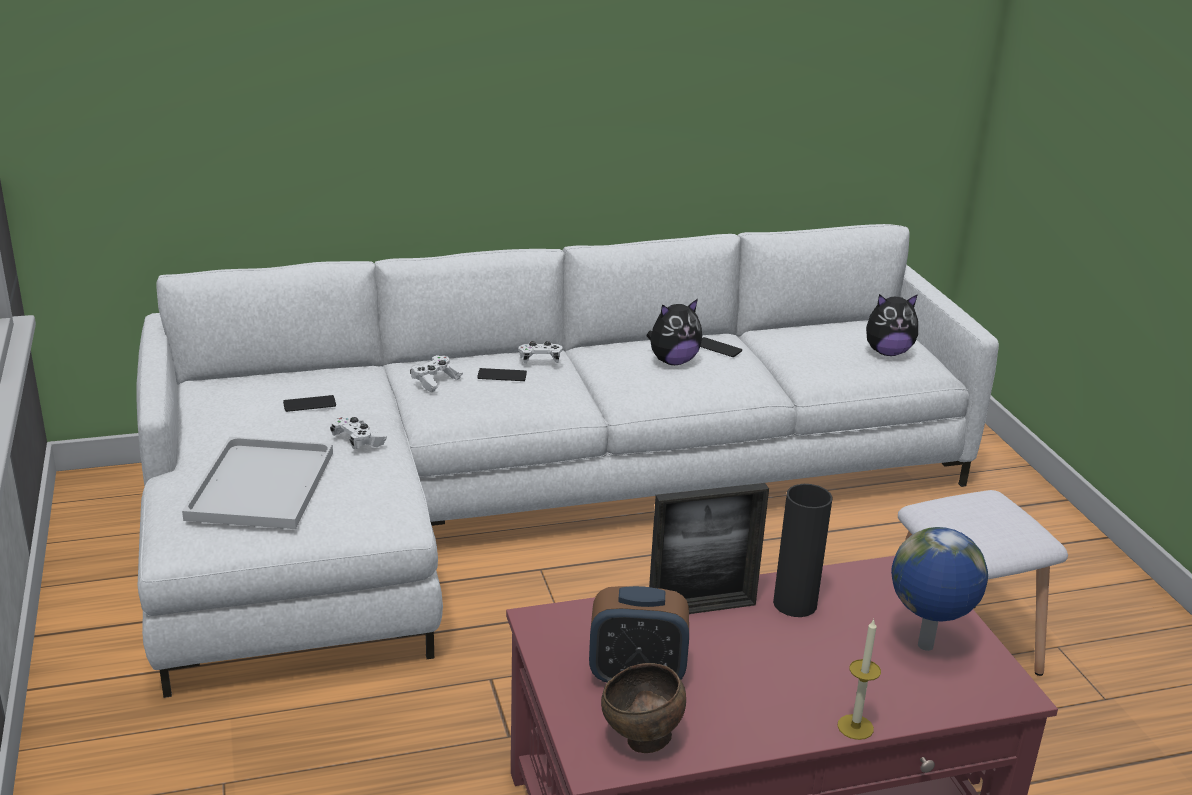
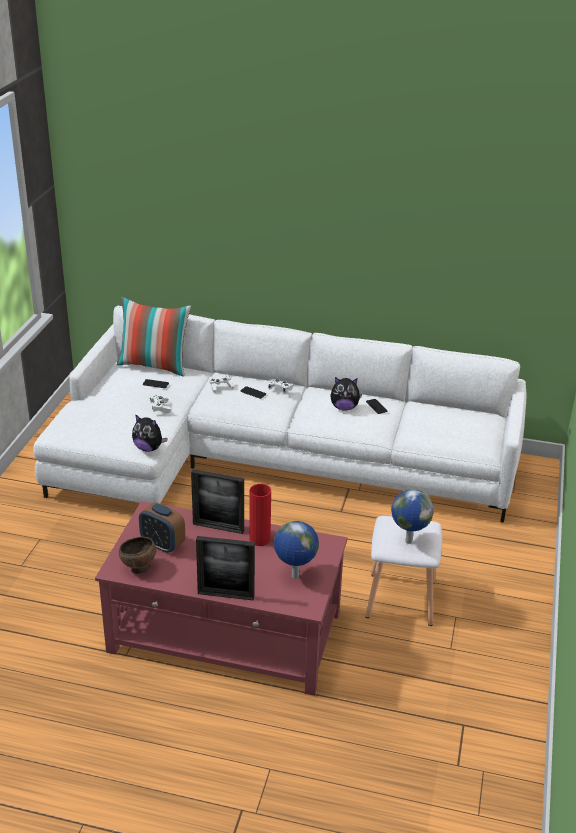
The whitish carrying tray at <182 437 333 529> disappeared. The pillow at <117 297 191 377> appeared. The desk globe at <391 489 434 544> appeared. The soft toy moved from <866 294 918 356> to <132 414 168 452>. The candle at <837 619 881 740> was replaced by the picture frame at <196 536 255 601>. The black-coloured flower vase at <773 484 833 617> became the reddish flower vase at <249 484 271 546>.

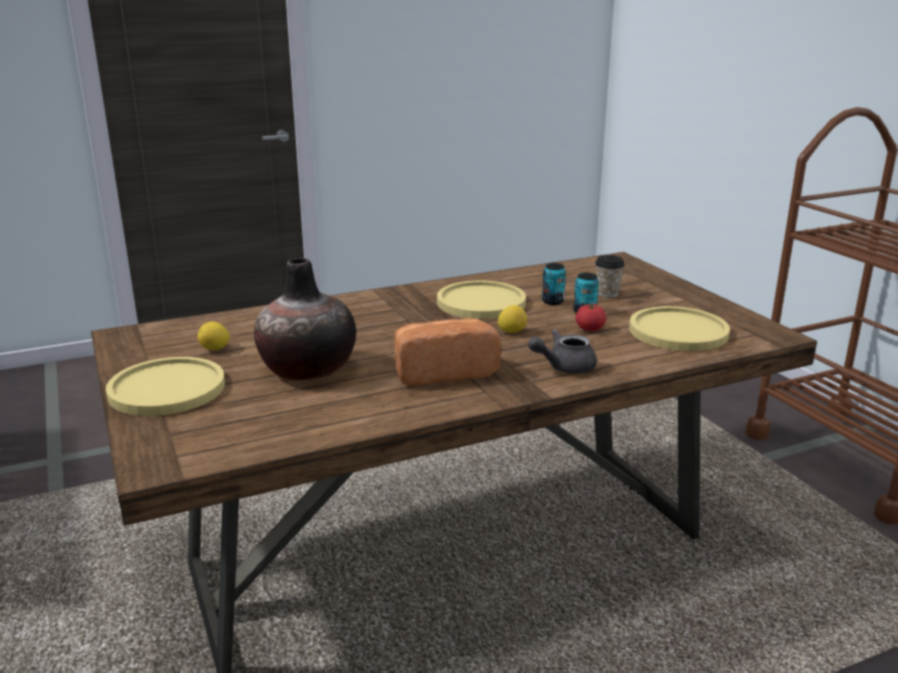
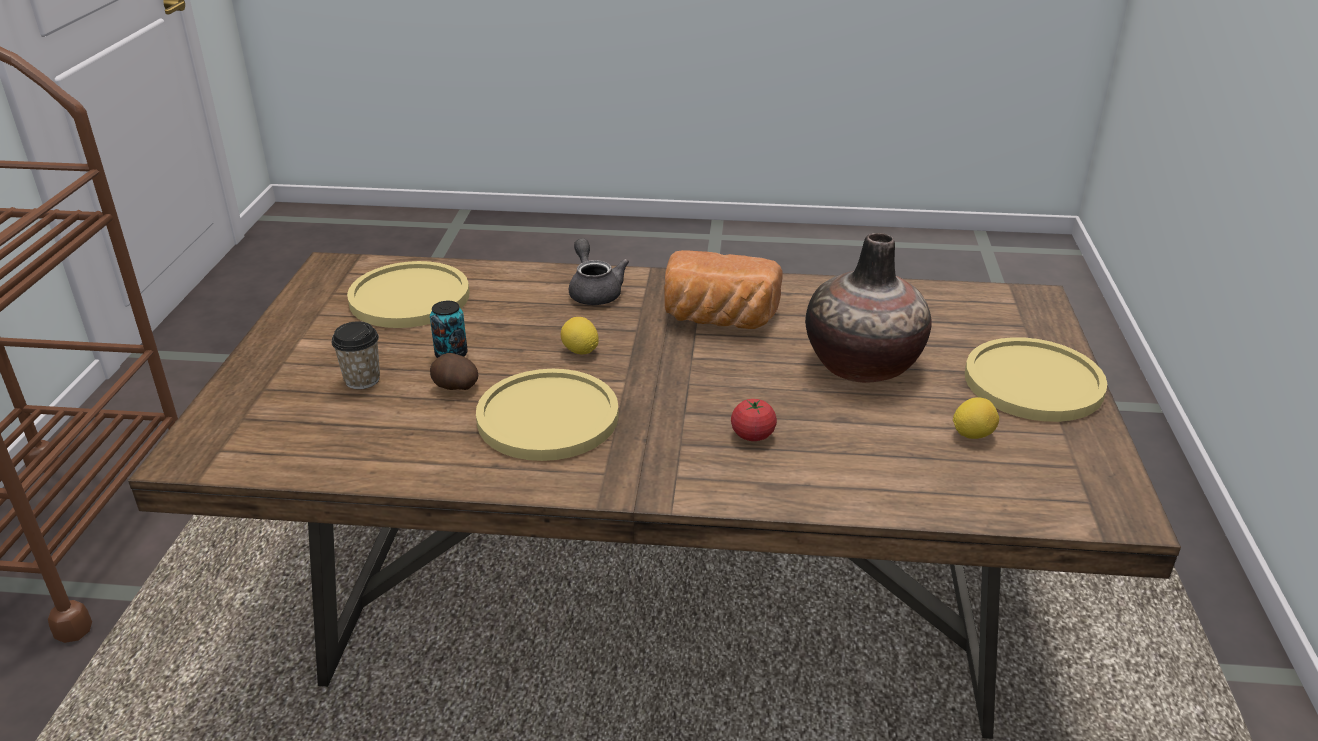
The tomato moved from <576 303 606 331> to <731 399 777 441>. The can at <542 263 566 305> was replaced by the spud at <430 353 478 390>. The gray pot for tea at <528 329 597 373> turned 120 degrees counterclockwise.

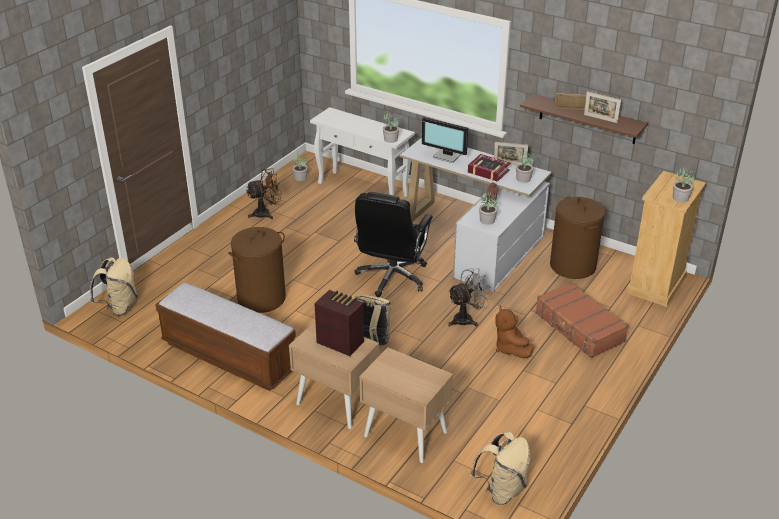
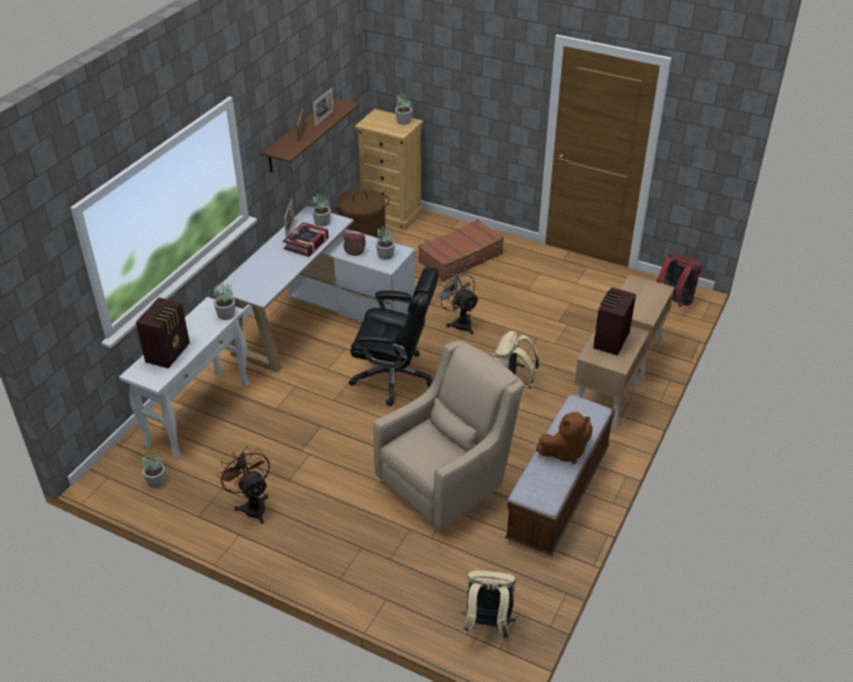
The computer screen at <422 117 468 163> disappeared. The radio receiver at <136 297 190 369> appeared. The brownish soft toy moved from <495 306 534 358> to <536 412 593 464>. The brownish washing basket at <228 227 286 313> was replaced by the beige lounge chair at <373 340 524 529>. The beige backpack at <471 432 530 505> became the reddish backpack at <656 253 702 307>.

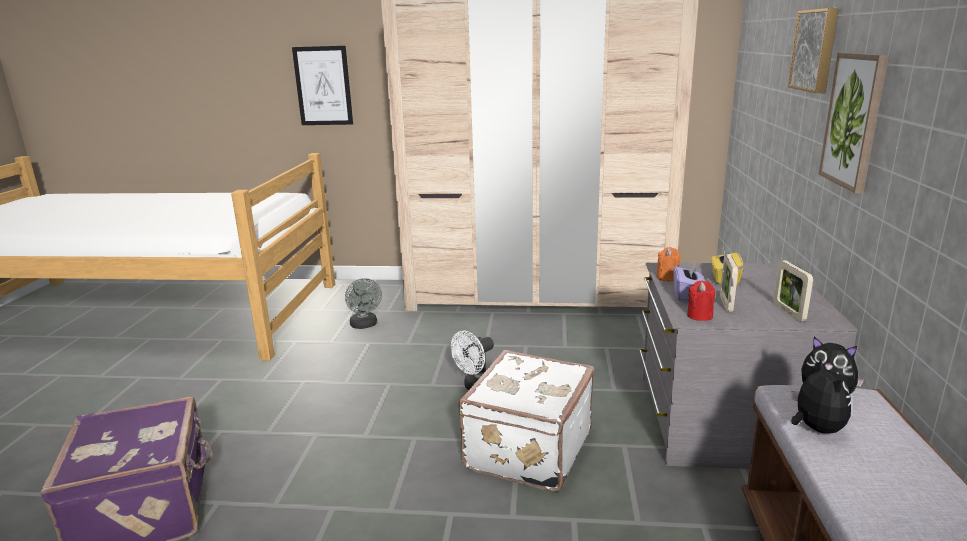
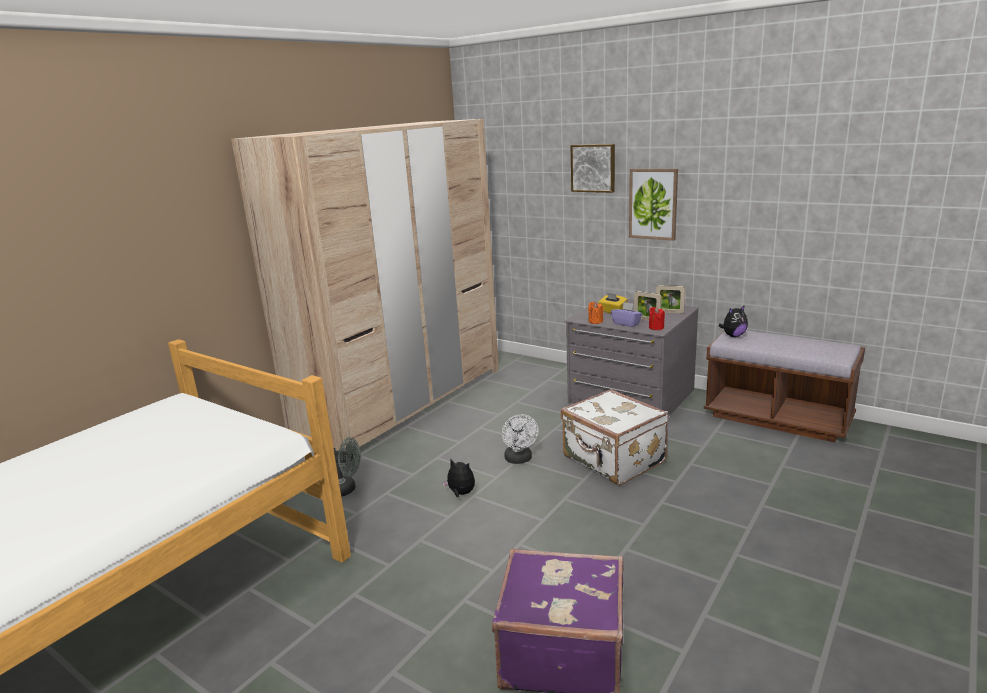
The picture at <292 46 353 125> disappeared. The soft toy moved from <791 358 851 434> to <442 459 475 497>.

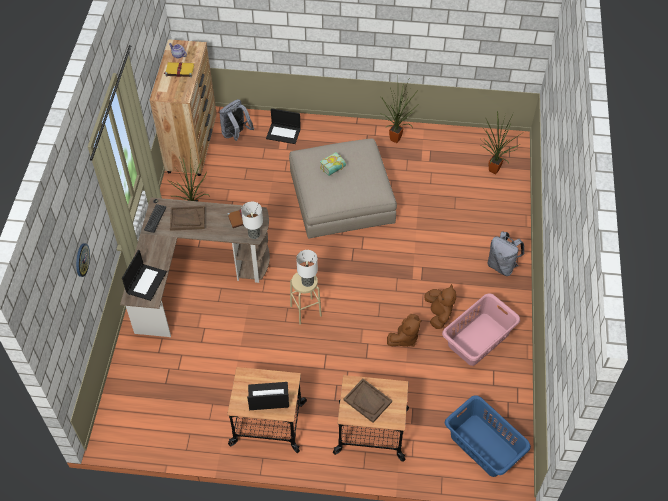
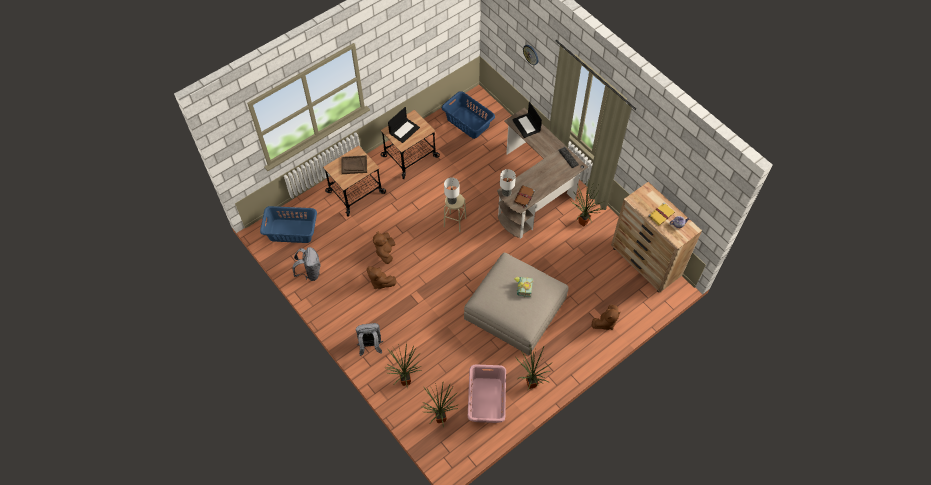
The brownish carrying tray at <170 206 205 231> disappeared. The plant in a pot at <385 343 421 389> appeared. The blue washing basket at <442 91 495 139> appeared. The gray backpack moved from <219 99 254 141> to <292 247 320 281>. The pink-coloured washing basket moved from <442 293 520 366> to <468 364 506 423>. The portable computer at <266 108 301 144> was replaced by the brownish soft toy at <592 304 621 330>.

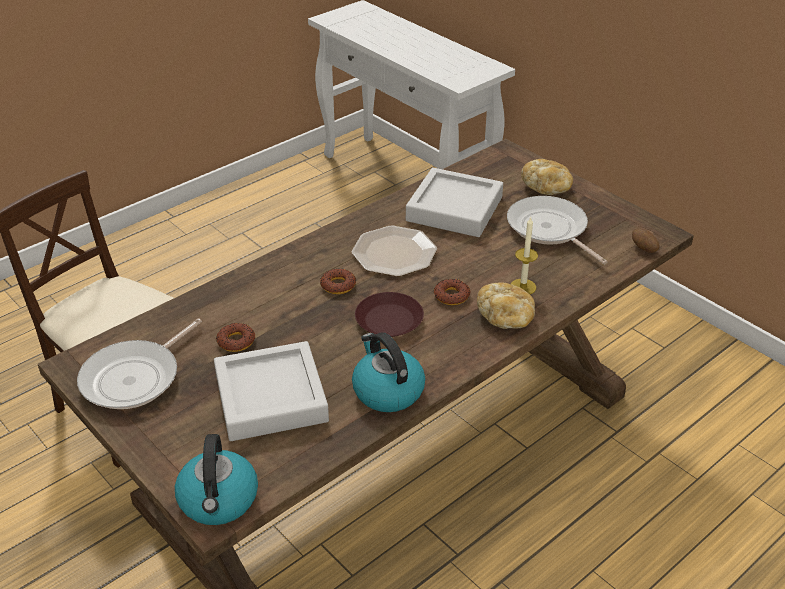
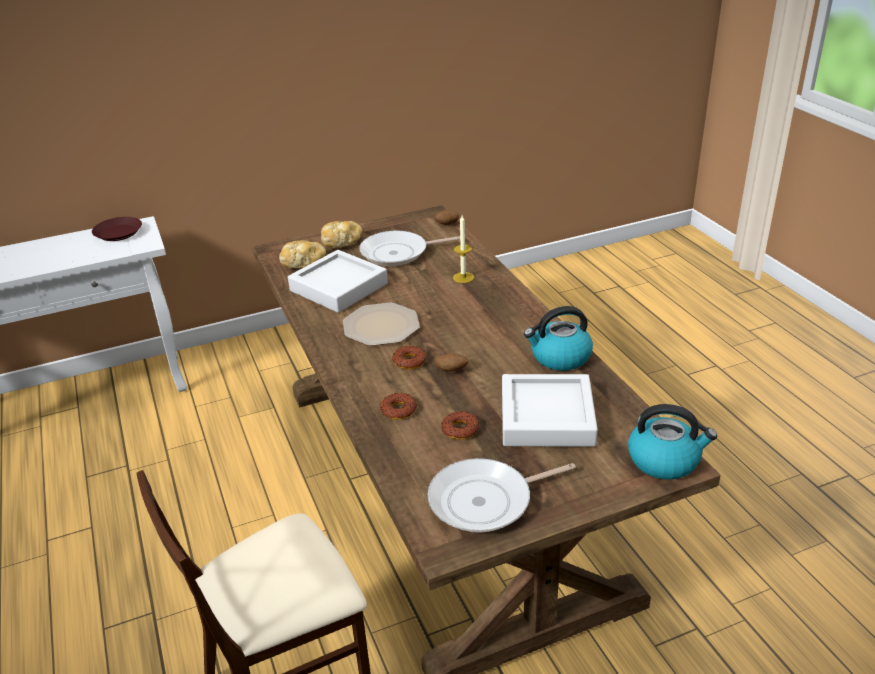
The spud at <434 353 468 371> appeared. The brownish dinner plate moved from <355 292 424 337> to <92 217 142 241>. The doughnut moved from <434 279 470 305> to <380 393 417 420>. The bakery bread moved from <477 282 535 329> to <279 240 326 269>. The skillet at <77 319 202 409> turned 105 degrees clockwise.

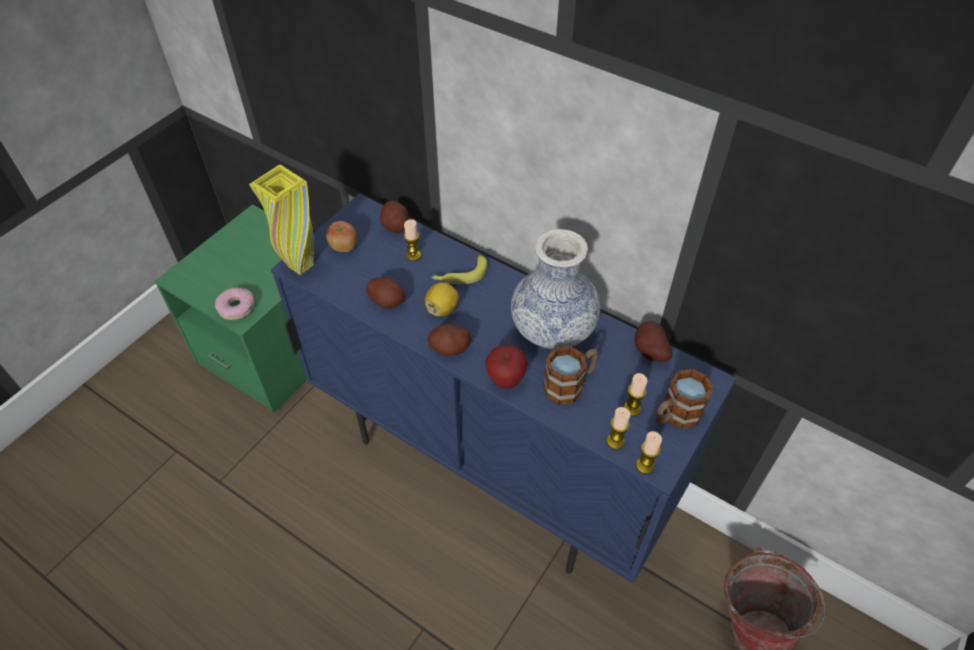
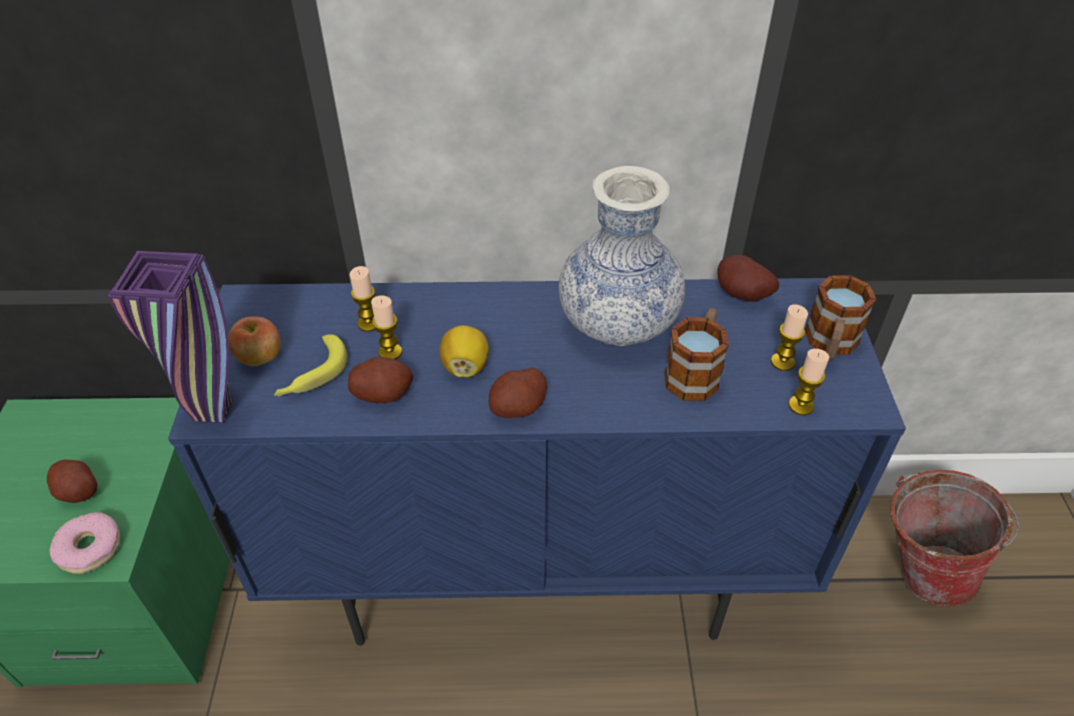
The apple at <485 345 528 389> disappeared. The spud moved from <380 201 408 233> to <47 460 98 503>. The banana fruit moved from <432 255 487 284> to <274 334 348 396>. The candle moved from <636 431 662 474> to <371 296 402 359>. The yellow-coloured flower vase at <249 164 314 275> became the purple flower vase at <108 251 233 423>.

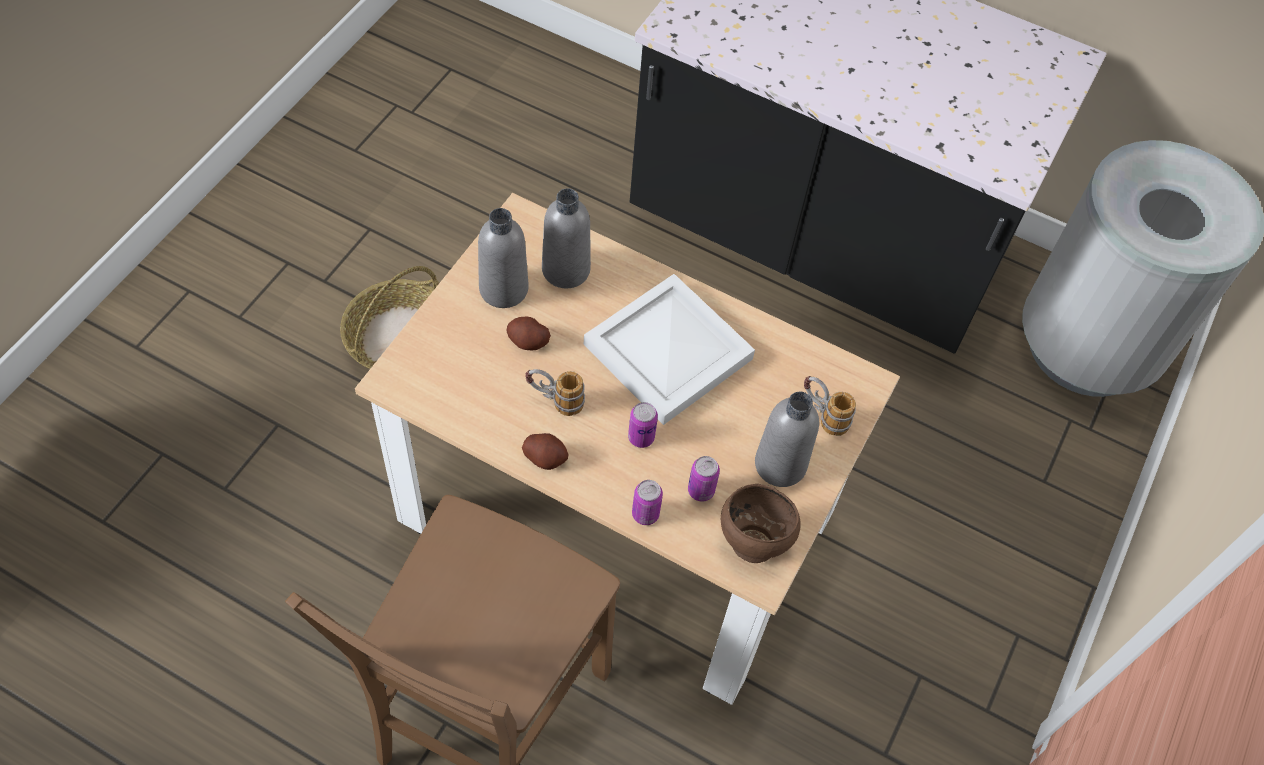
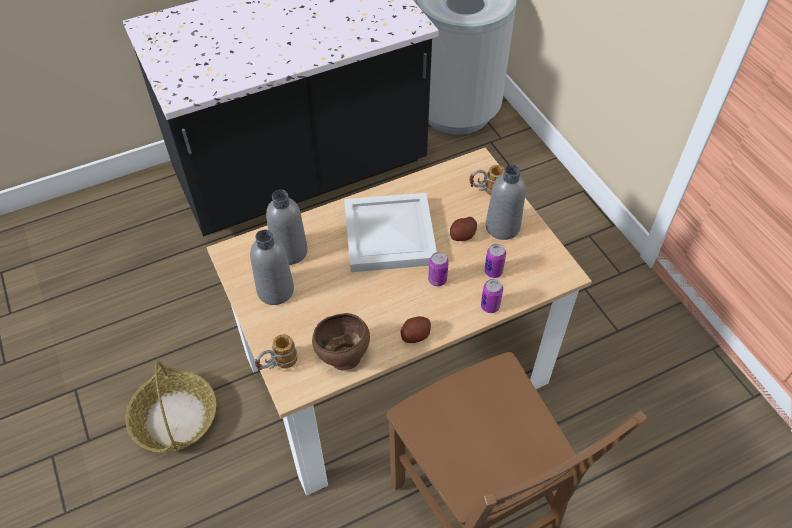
The spud moved from <506 317 551 351> to <450 217 477 241>. The mug moved from <525 369 585 416> to <255 334 297 370>. The brownish deep dish moved from <721 484 801 563> to <312 313 370 370>.

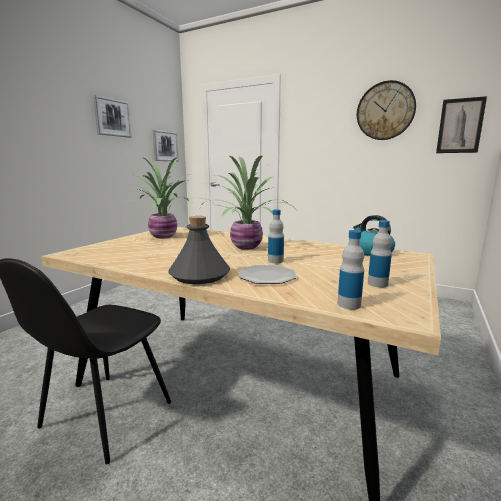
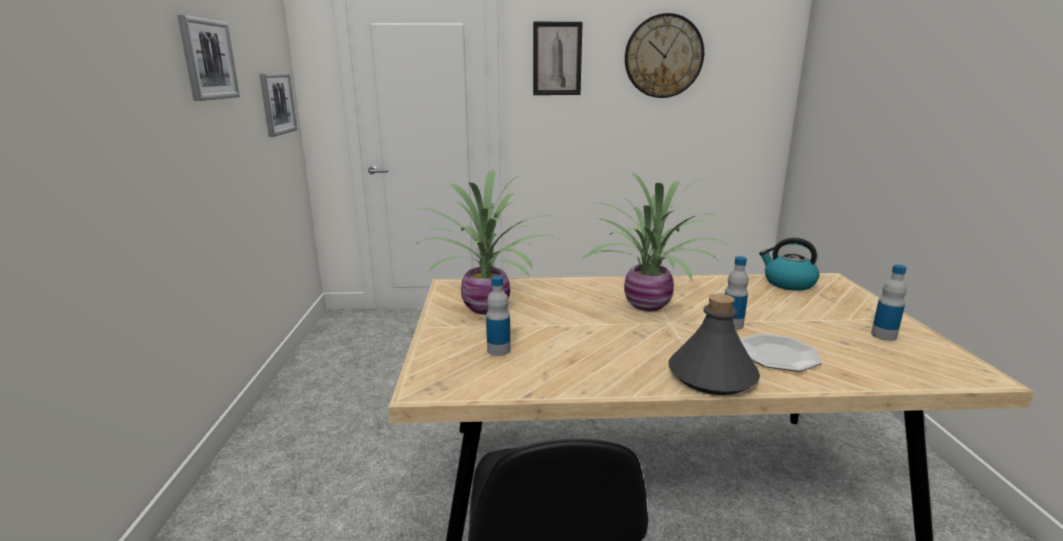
The beverage bottle moved from <337 230 364 309> to <486 276 511 356>. The picture moved from <436 96 487 153> to <533 22 583 95>.

